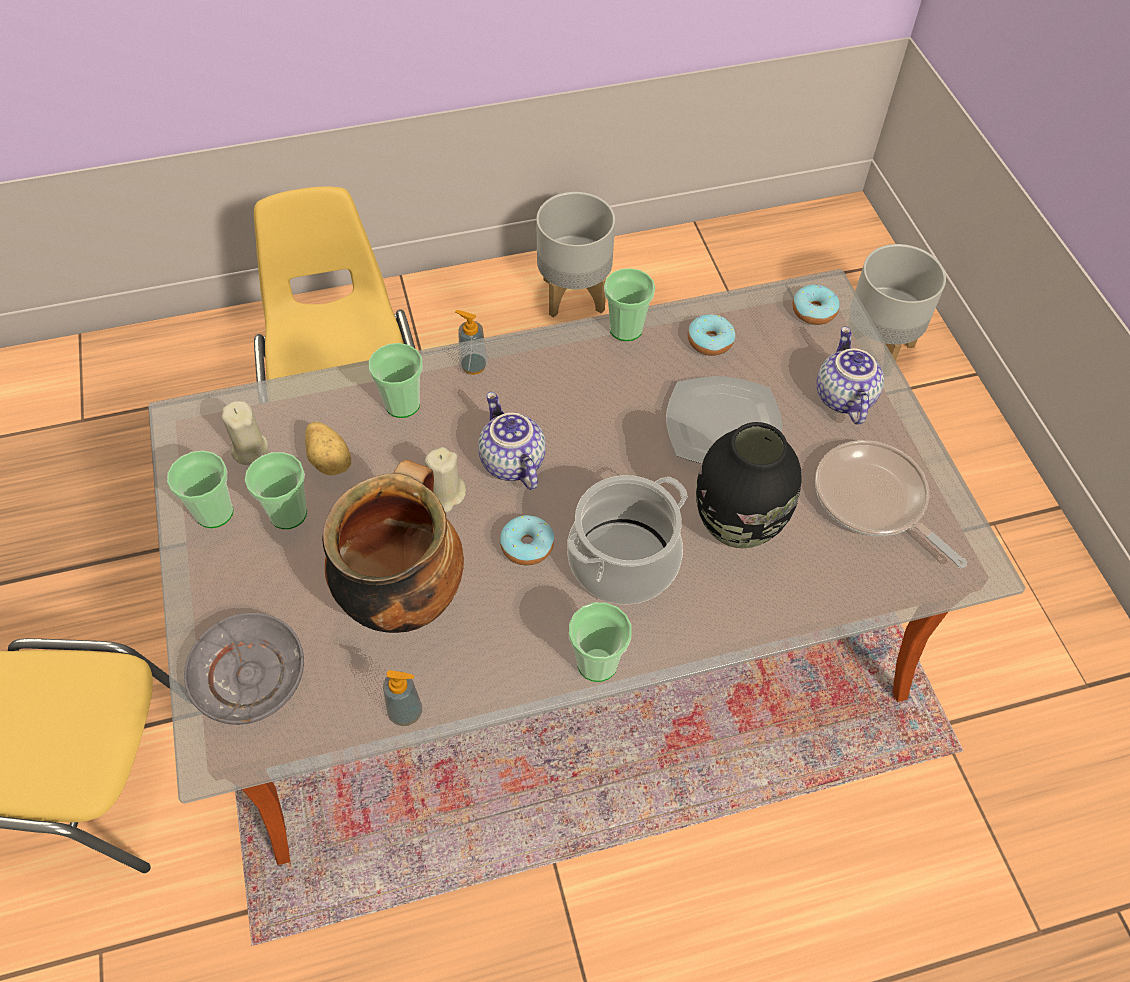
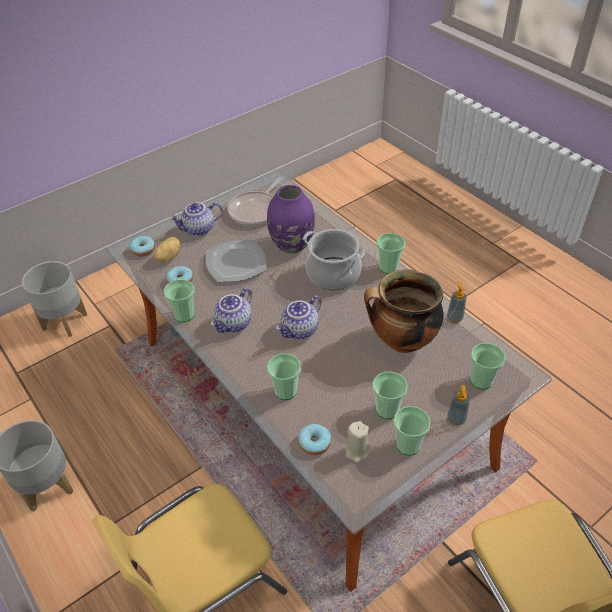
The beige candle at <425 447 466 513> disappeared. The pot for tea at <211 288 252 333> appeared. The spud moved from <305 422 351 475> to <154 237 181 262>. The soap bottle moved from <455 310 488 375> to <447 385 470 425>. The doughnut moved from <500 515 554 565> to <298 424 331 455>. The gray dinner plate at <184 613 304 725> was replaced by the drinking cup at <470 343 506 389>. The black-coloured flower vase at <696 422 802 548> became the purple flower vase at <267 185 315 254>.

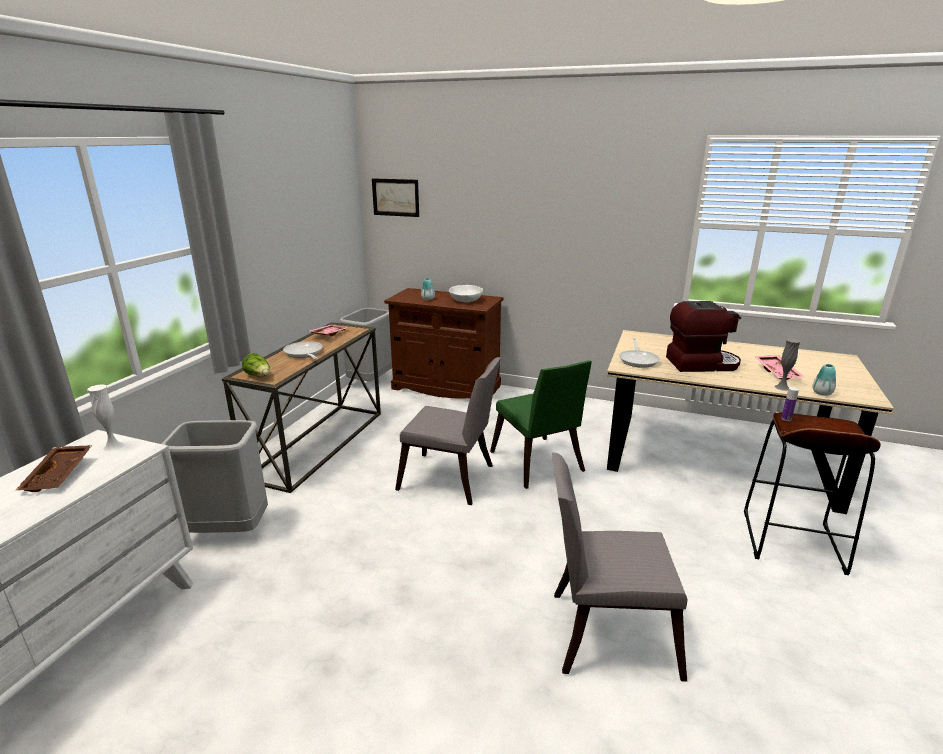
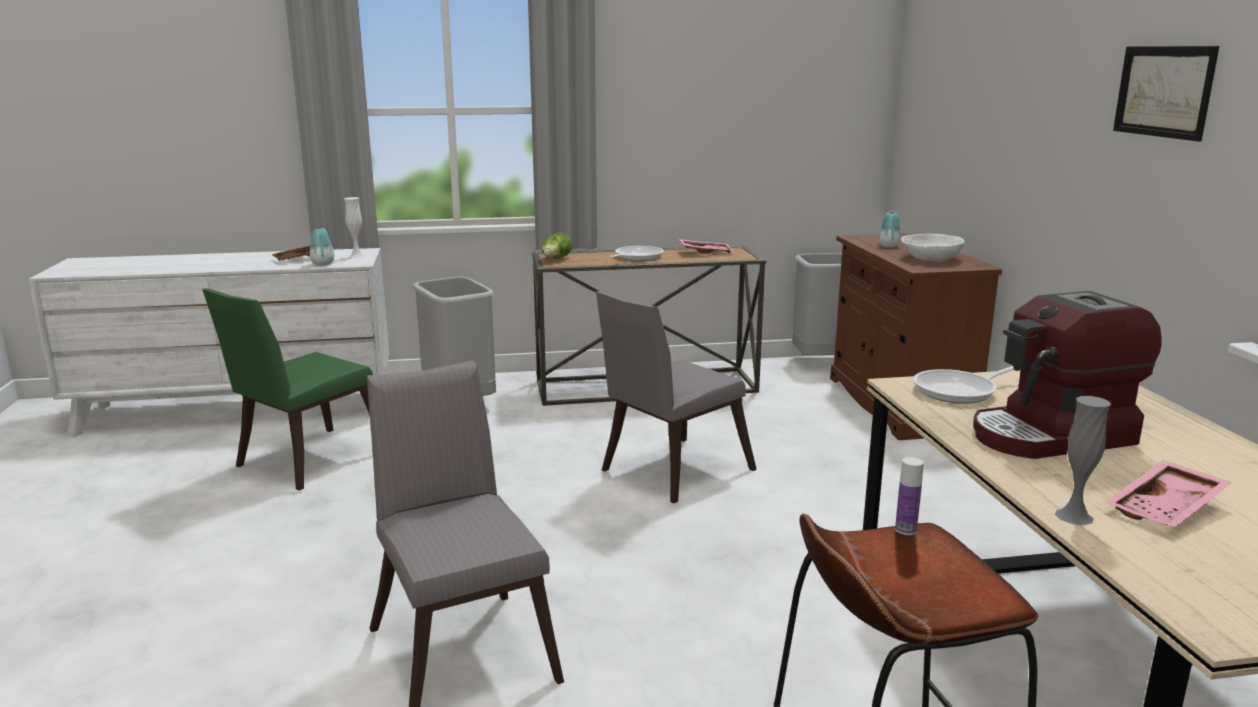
The picture moved from <372 178 419 217> to <1113 46 1219 141>. The green-coloured upright chair moved from <490 360 592 489> to <202 289 373 491>. The flower vase moved from <812 364 836 396> to <310 228 334 266>. The gray upright chair at <395 357 501 505> turned 60 degrees clockwise. The coffee brewer at <666 301 741 372> turned 105 degrees clockwise.

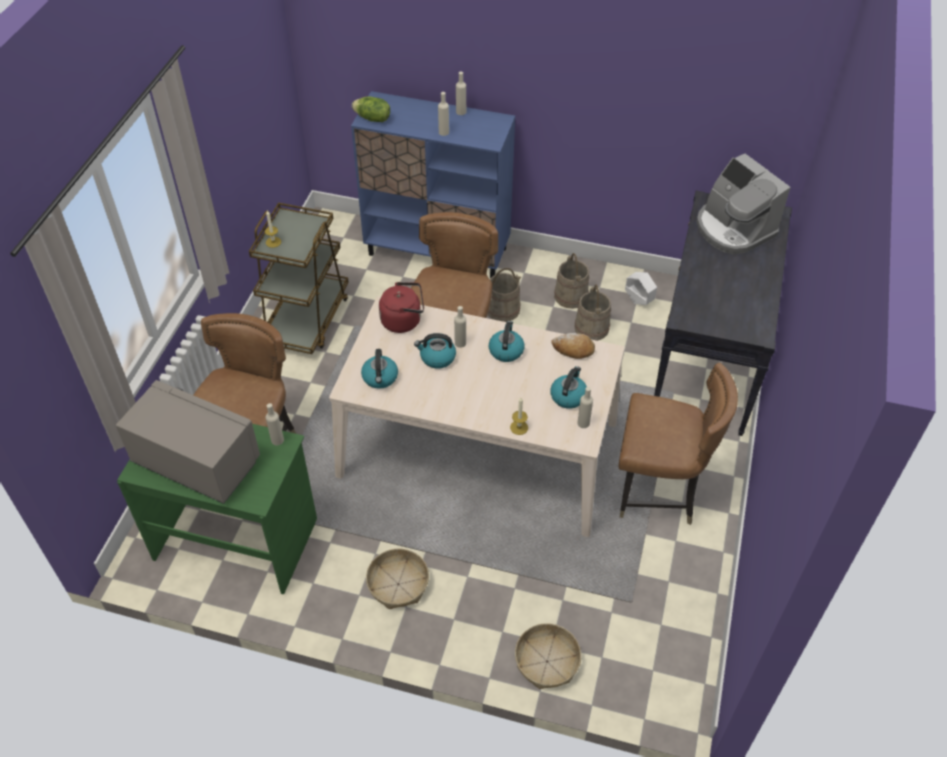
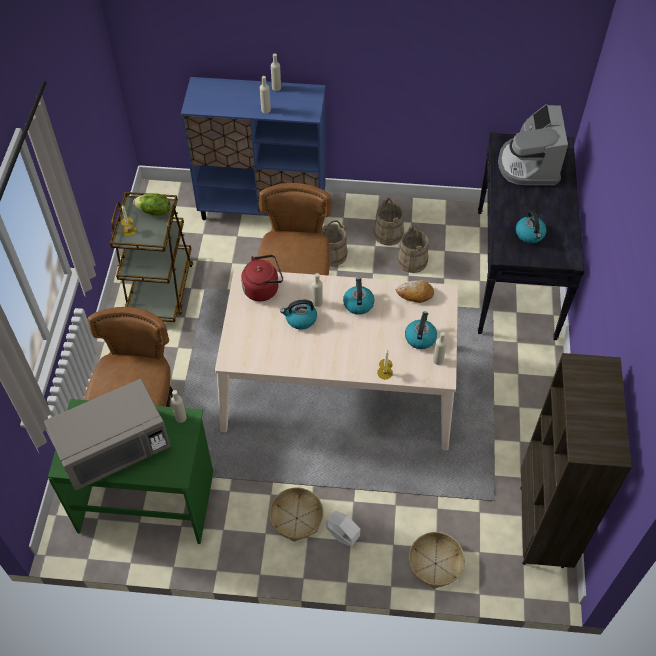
The brownish upright chair at <619 363 738 525> disappeared. The brownish bookshelf at <520 353 632 568> appeared. The head of lettuce moved from <352 96 390 122> to <133 193 170 216>. The kettle moved from <361 349 398 389> to <516 210 546 243>. The whitish planter moved from <625 272 657 305> to <326 511 360 547>. The gray microwave at <116 380 260 504> turned 135 degrees clockwise. The coffee brewer at <696 154 790 254> turned 45 degrees clockwise.

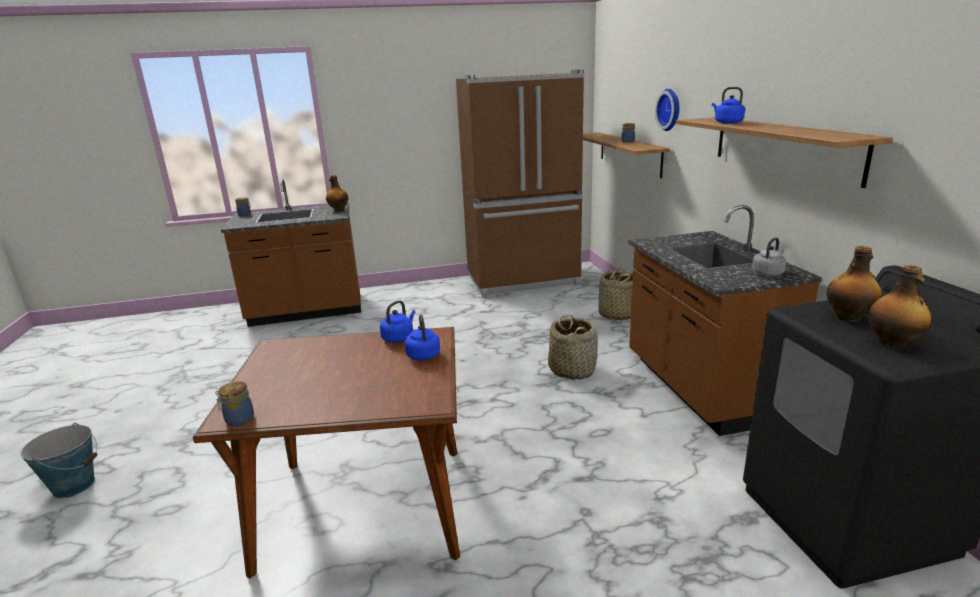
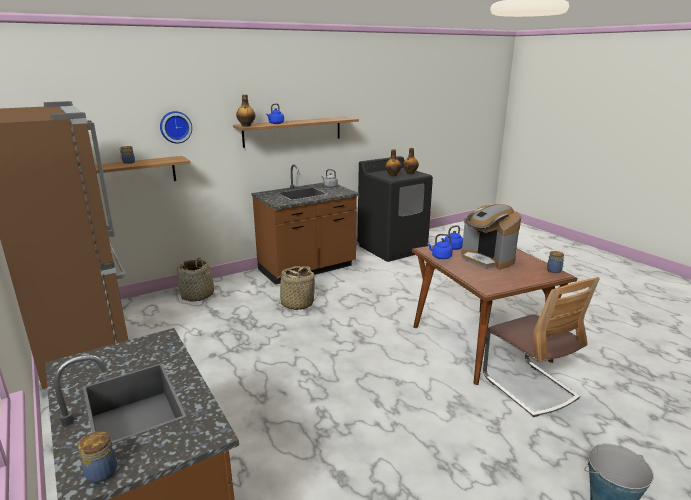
The coffee brewer at <461 204 522 270> appeared. The upright chair at <483 277 600 417> appeared. The beverage bottle moved from <326 175 348 211> to <236 95 255 127>.

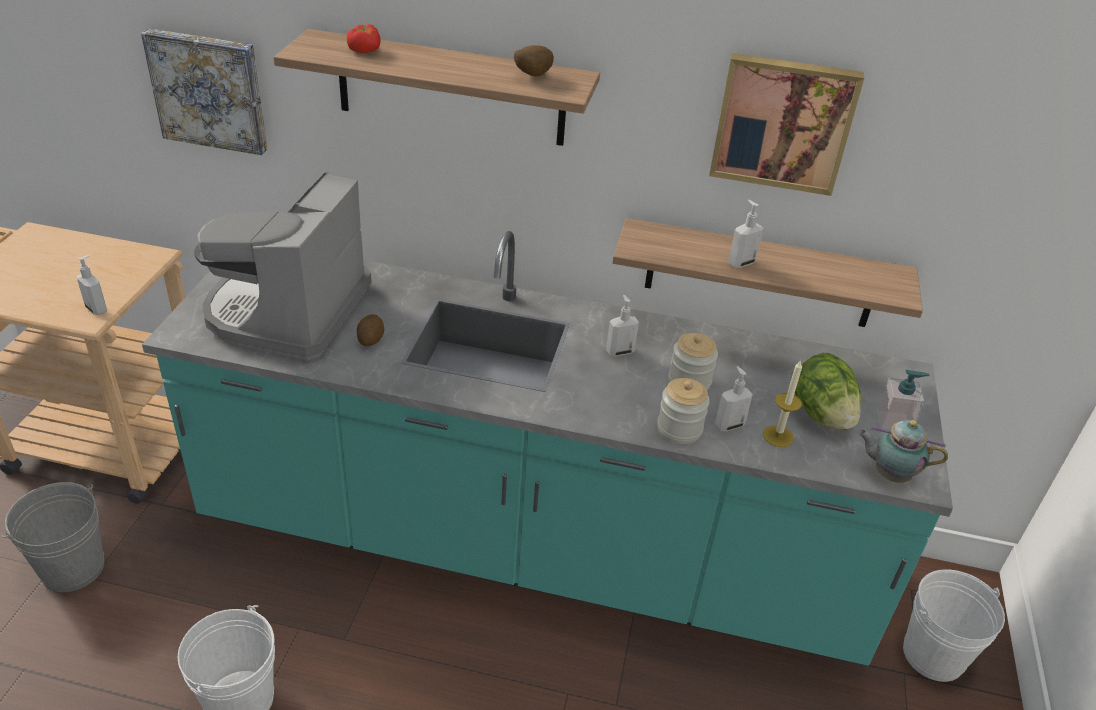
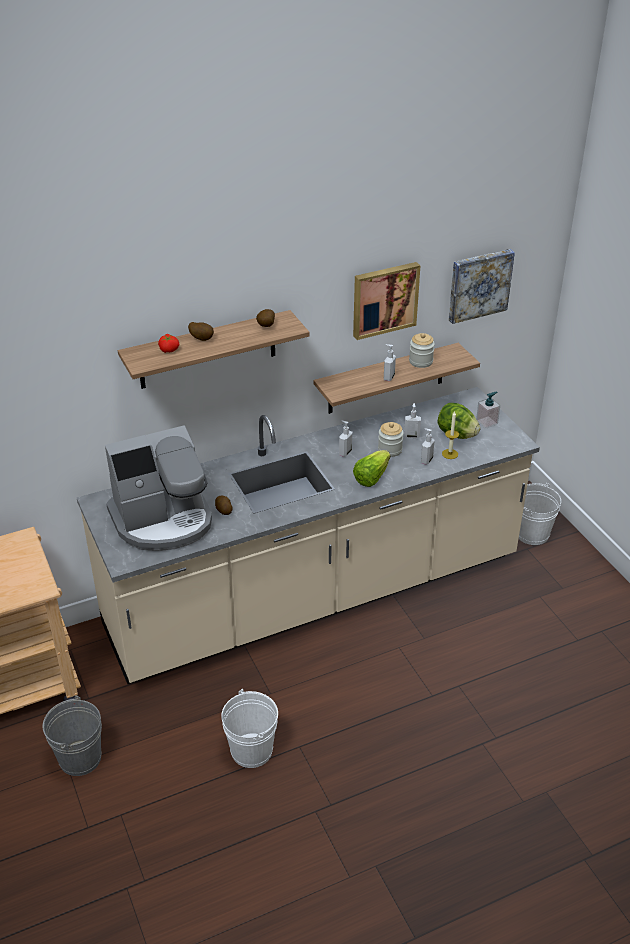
The pot for tea at <857 420 948 483> disappeared. The spud at <188 322 214 341> appeared. The head of lettuce at <353 450 391 487> appeared. The soap bottle moved from <77 255 107 315> to <404 403 421 438>. The picture moved from <141 28 267 155> to <449 249 515 324>. The preserve jar moved from <657 378 710 444> to <409 333 435 368>. The turquoise-coloured counter at <142 231 953 666> became the beige counter at <77 387 540 684>. The coffee brewer at <194 172 372 361> turned 90 degrees counterclockwise.

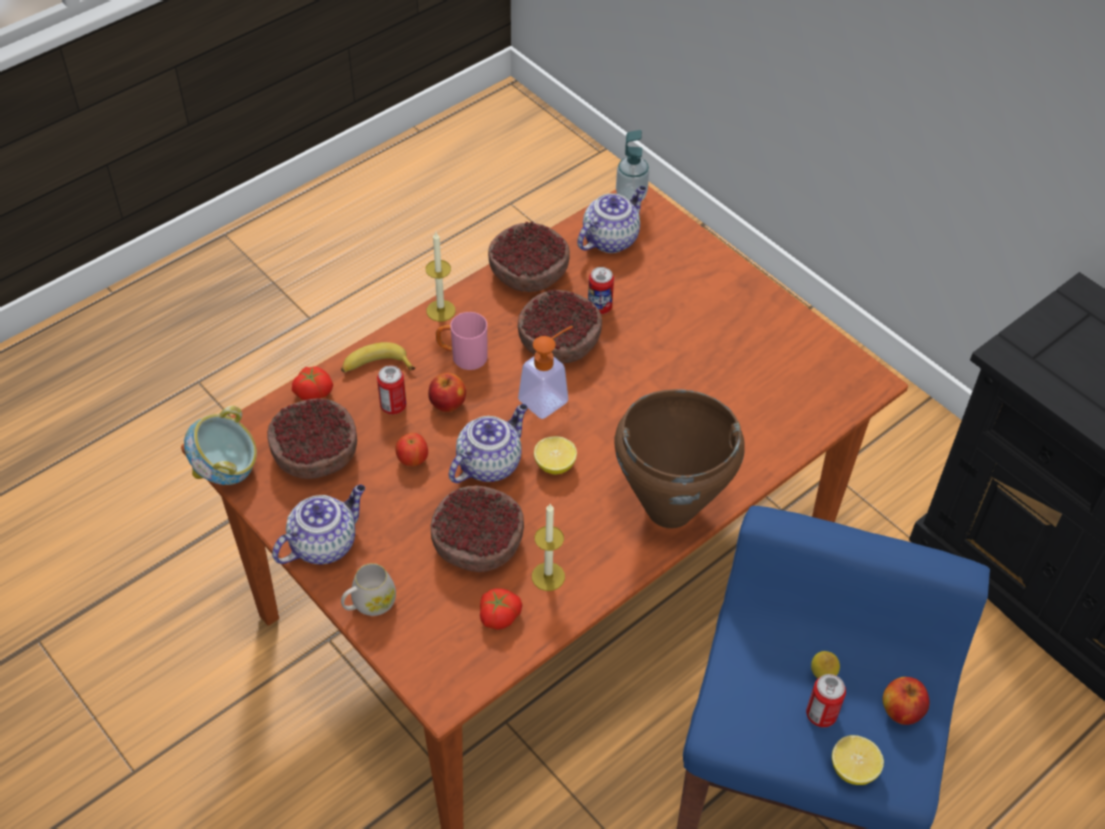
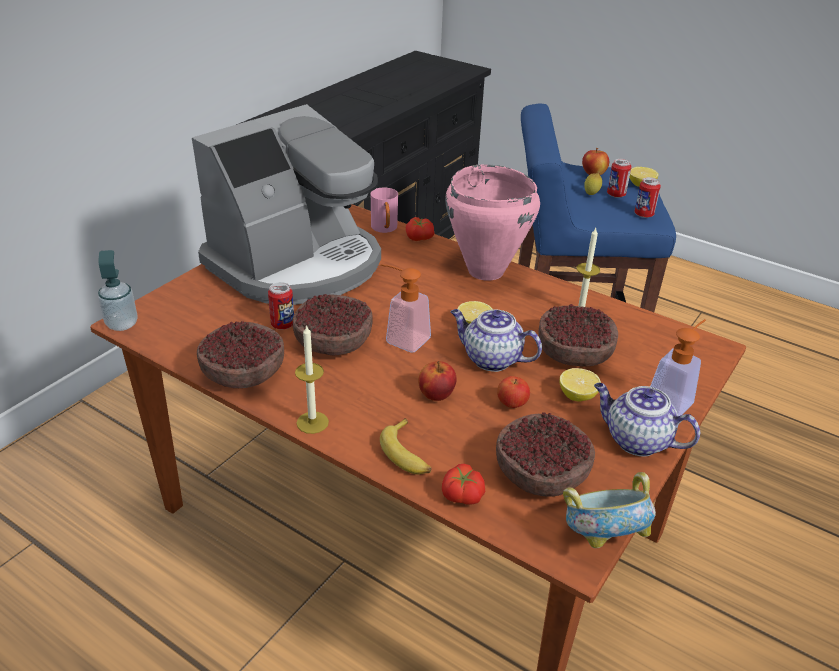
The pot for tea at <577 186 646 253> disappeared. The coffee brewer at <192 104 381 305> appeared. The citrus fruit at <560 368 601 401> appeared. The can moved from <377 365 406 414> to <635 177 661 218>. The pink-coloured mug moved from <436 312 488 370> to <371 188 398 233>. The tomato moved from <480 588 522 630> to <406 217 434 241>. The whitish mug at <341 563 396 616> was replaced by the soap bottle at <650 319 706 416>. The brownish cooking pot at <614 389 745 528> became the pink-coloured cooking pot at <445 164 540 281>.

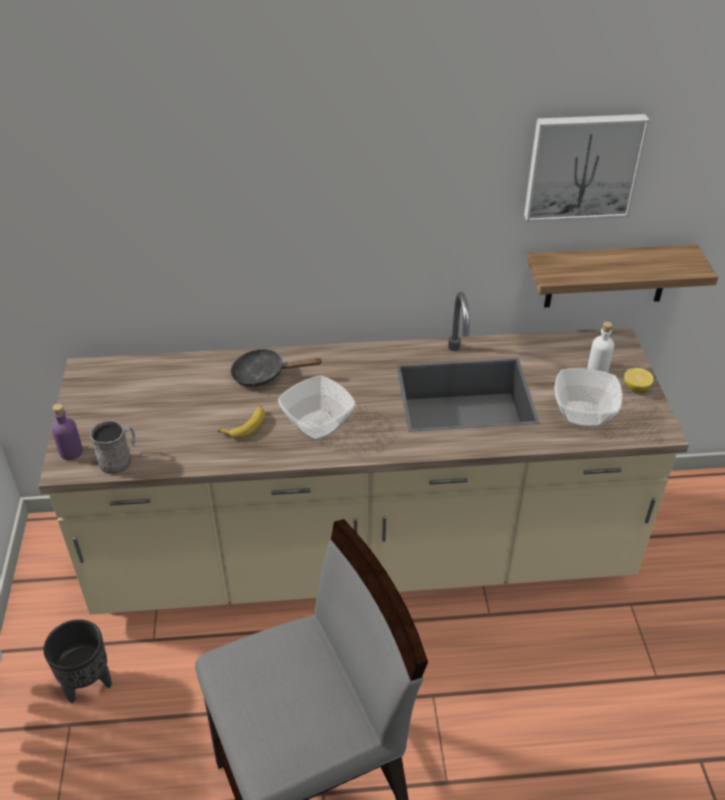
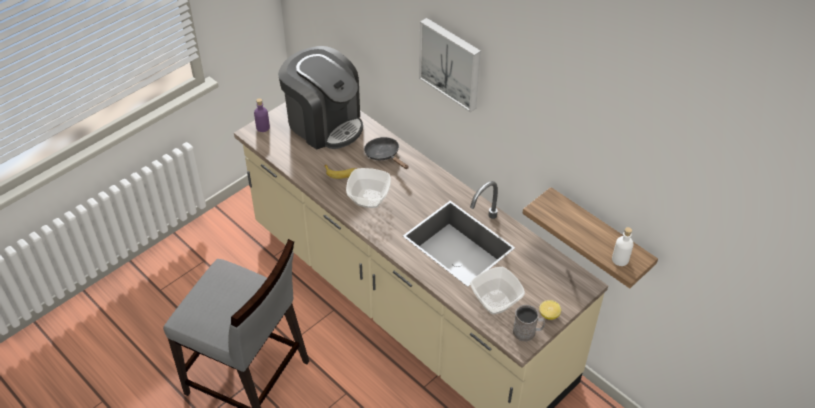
The black-coloured planter at <43 619 112 704> disappeared. The coffee brewer at <278 46 363 149> appeared. The gray mug moved from <90 420 135 474> to <513 305 545 342>. The picture moved from <524 114 650 222> to <419 18 481 112>. The whitish beverage bottle moved from <588 322 614 372> to <612 227 634 266>.

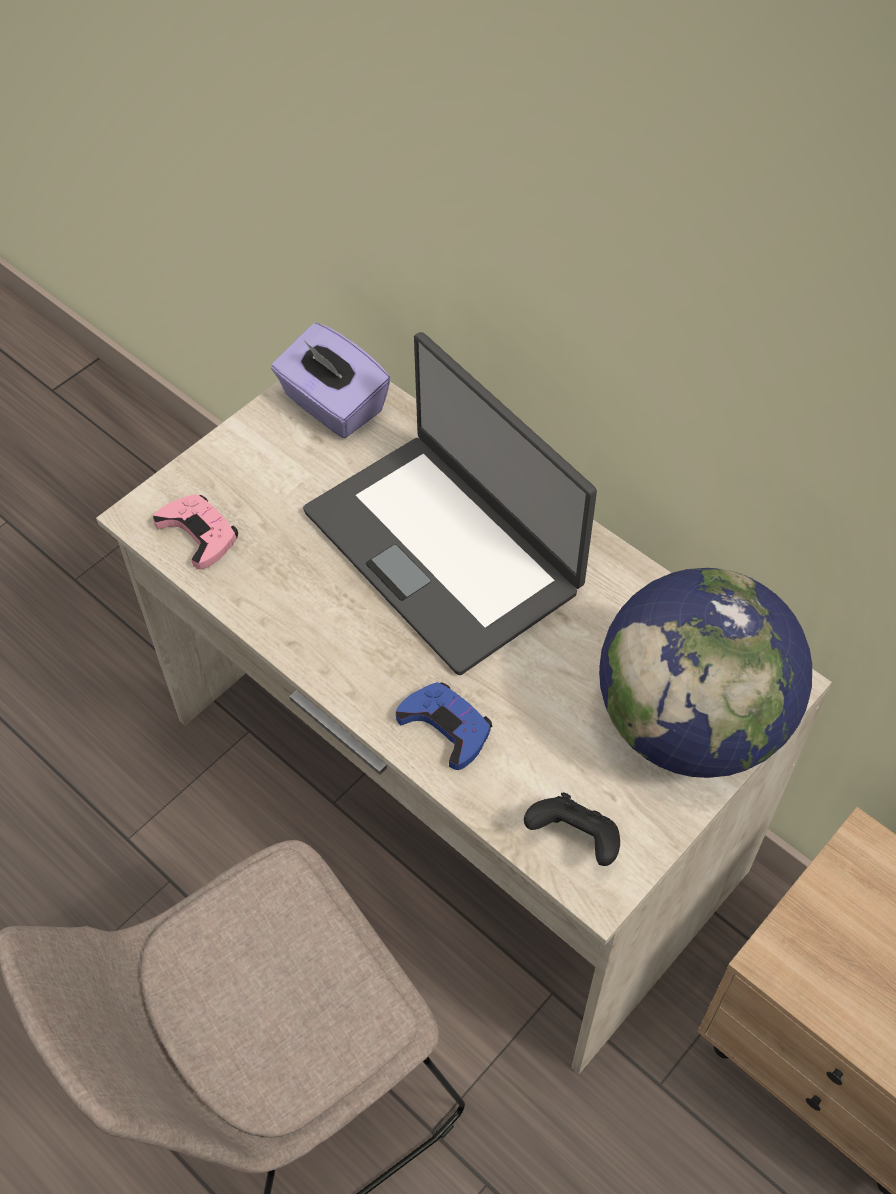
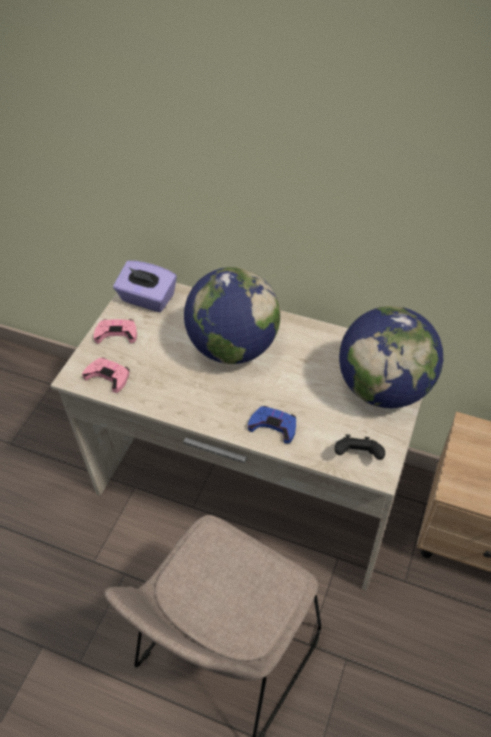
The pink-coloured gamepad at <94 319 137 344> appeared. The portable computer at <303 332 597 675> was replaced by the desk globe at <184 267 280 364>.

